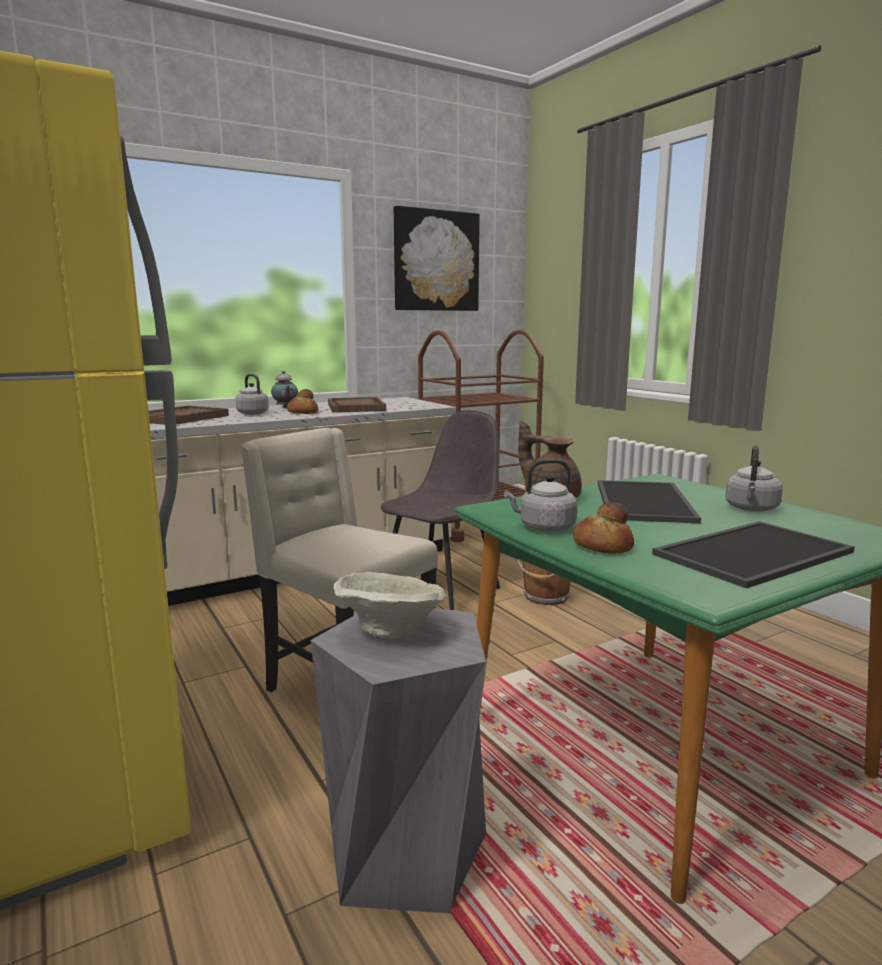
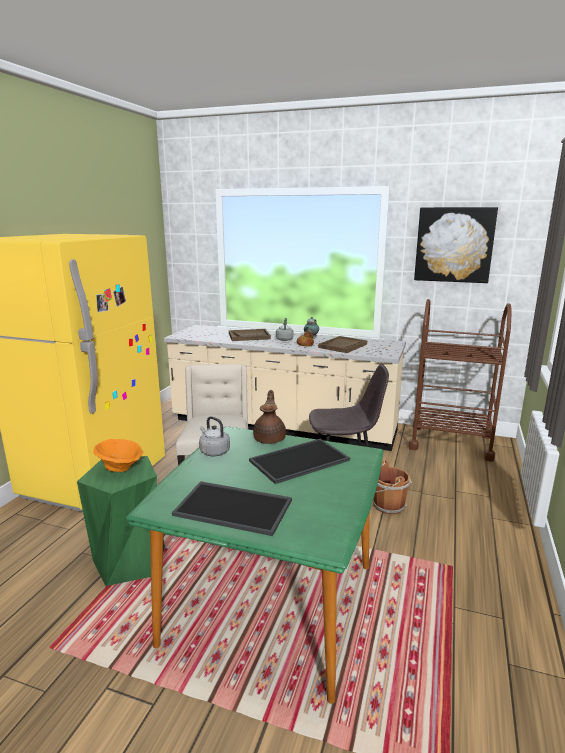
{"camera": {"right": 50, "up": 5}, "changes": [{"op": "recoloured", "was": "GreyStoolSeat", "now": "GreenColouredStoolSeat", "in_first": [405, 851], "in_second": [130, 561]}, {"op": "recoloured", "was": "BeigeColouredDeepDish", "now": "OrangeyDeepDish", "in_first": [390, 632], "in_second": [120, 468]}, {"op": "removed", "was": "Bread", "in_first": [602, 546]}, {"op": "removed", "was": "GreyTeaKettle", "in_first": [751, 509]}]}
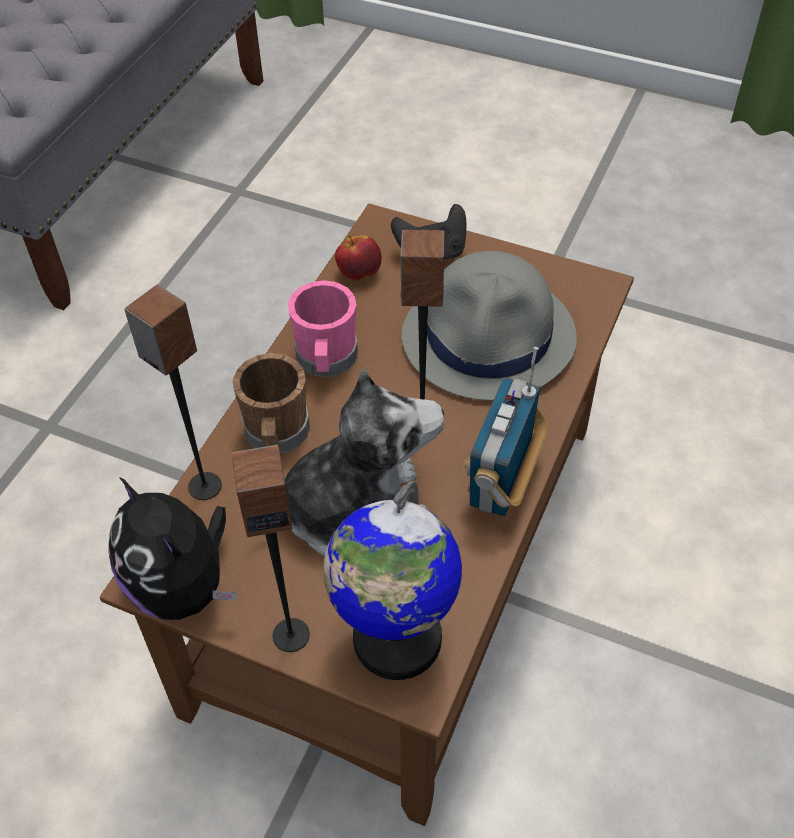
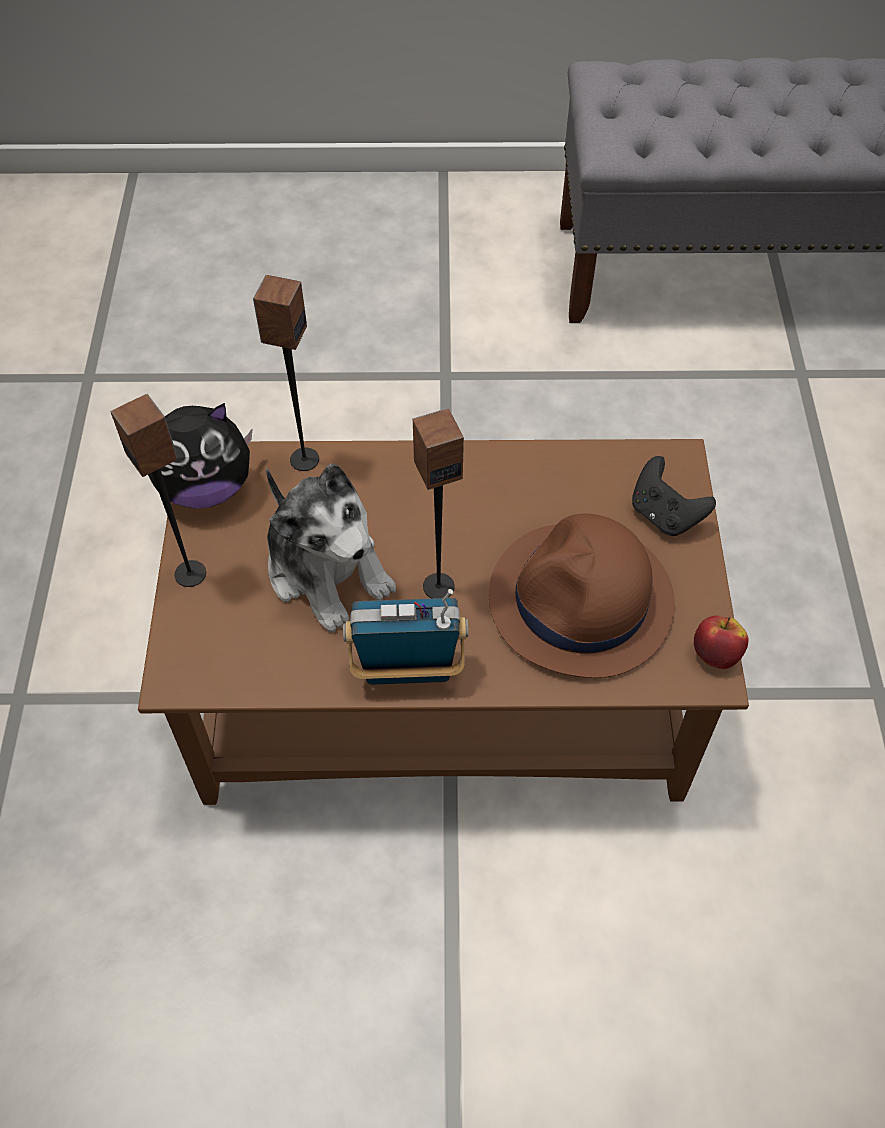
{"camera": {"right": 65, "up": 5}, "changes": [{"op": "turned", "was": "SoftToy", "in_first": [183, 586], "in_second": [206, 487], "clockwise": -135}, {"op": "recoloured", "was": "GreyHat", "now": "BrownColouredHat", "in_first": [490, 337], "in_second": [581, 601]}, {"op": "moved", "was": "Apple", "in_first": [359, 274], "in_second": [715, 654]}, {"op": "removed", "was": "BrownColouredTeaMug", "in_first": [276, 436]}, {"op": "removed", "was": "PinkTeaMug", "in_first": [326, 361]}, {"op": "removed", "was": "WorldGlobe", "in_first": [396, 639]}]}
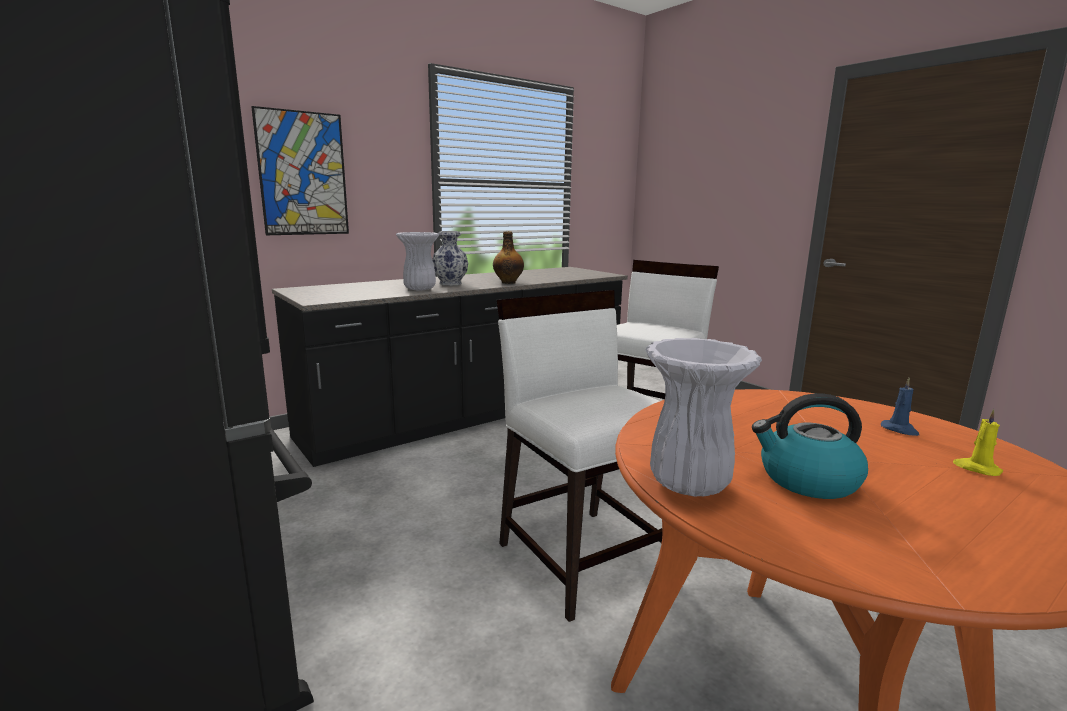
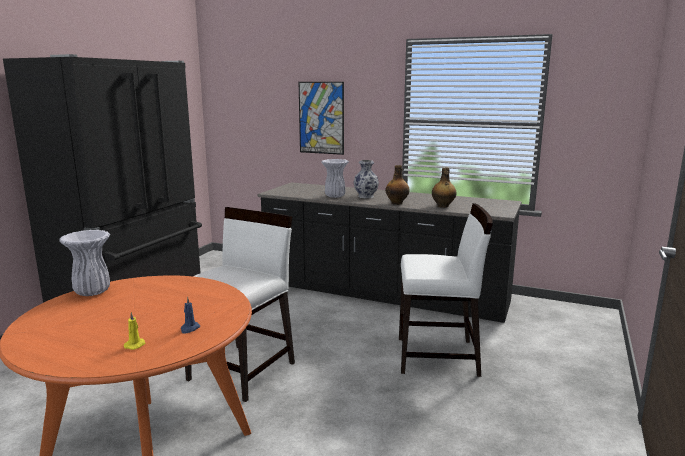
{"camera": {"right": 60, "up": 0}, "changes": [{"op": "added", "now": "DrinkBottle", "in_second": [443, 206]}, {"op": "removed", "was": "TeaKettle", "in_first": [807, 480]}]}
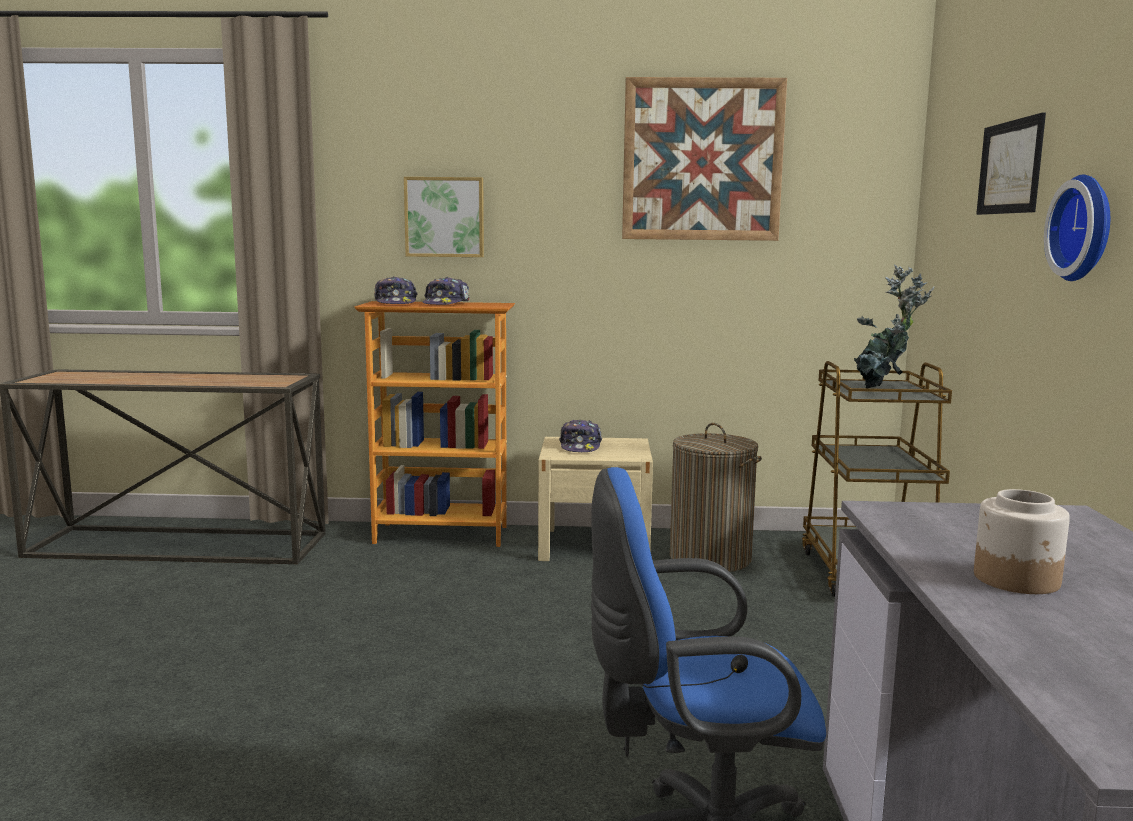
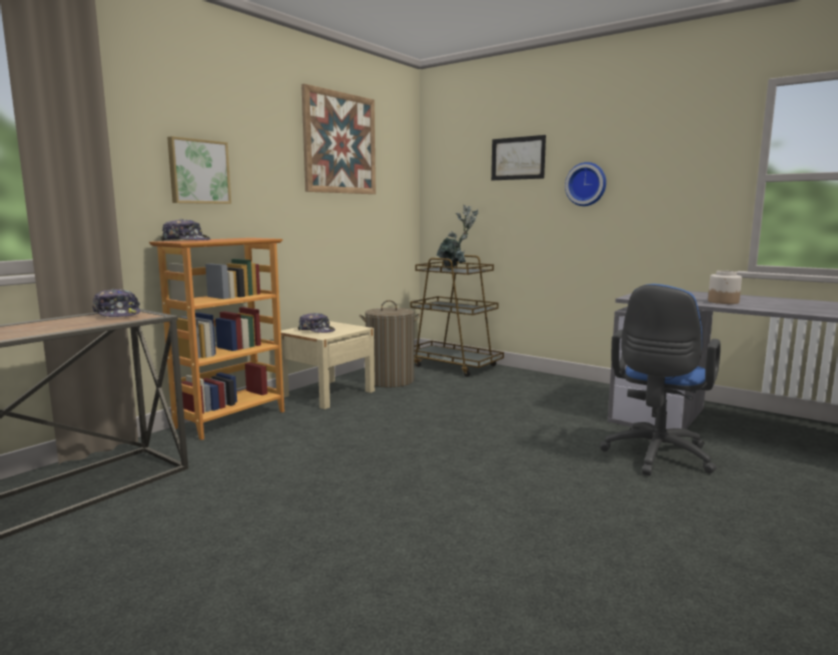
{"camera": {"right": -55, "up": 0}, "changes": [{"op": "moved", "was": "Cap", "in_first": [446, 304], "in_second": [117, 314]}]}
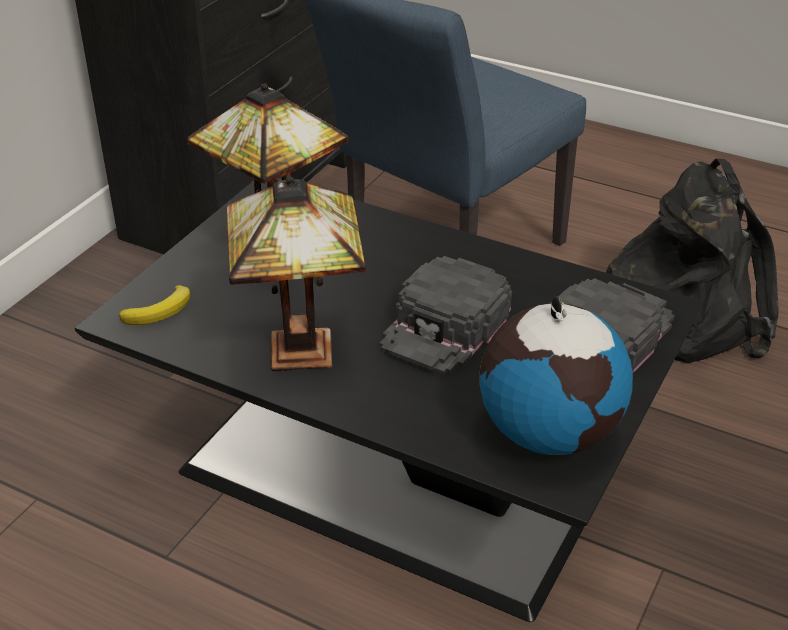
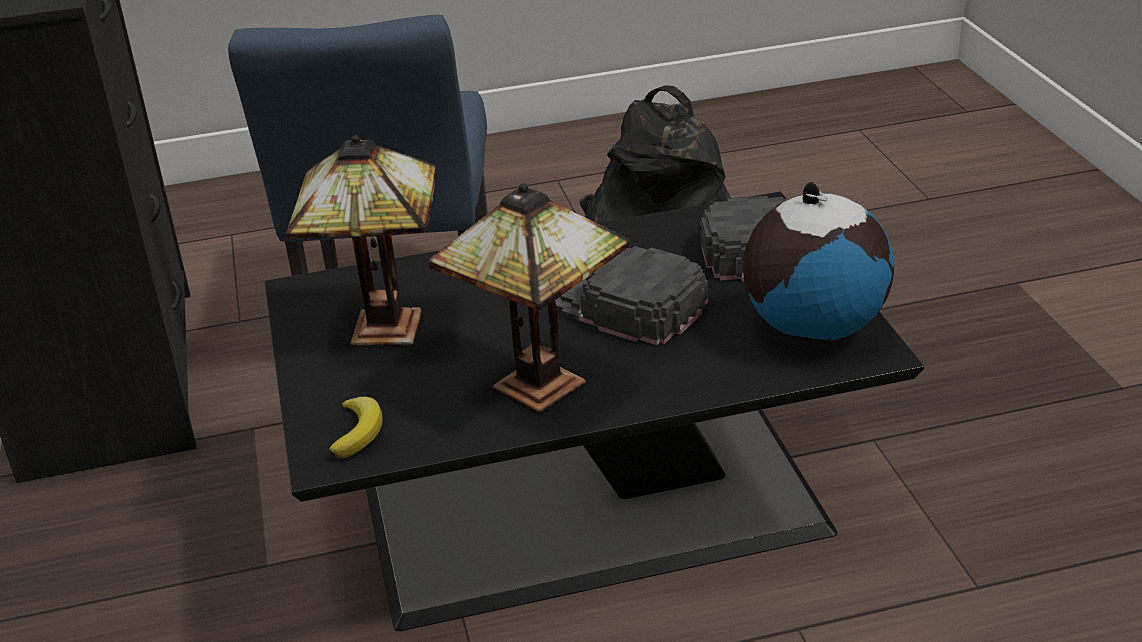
{"camera": {"right": -40, "up": -5}, "changes": [{"op": "turned", "was": "BlackishCap", "in_first": [445, 327], "in_second": [627, 305], "clockwise": 135}]}
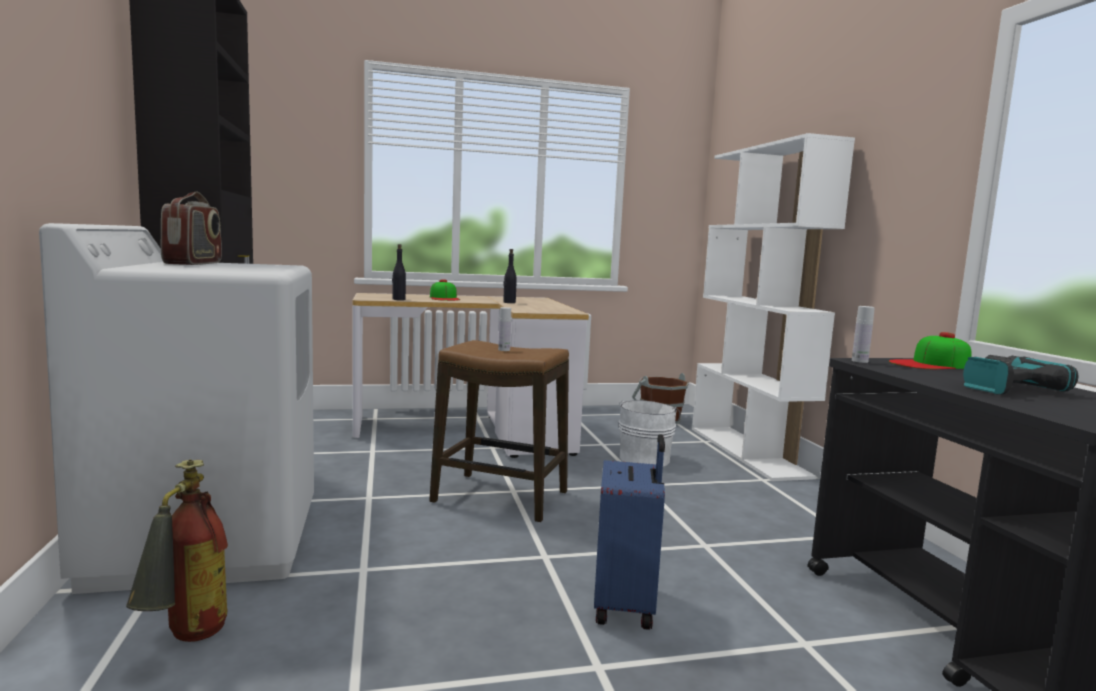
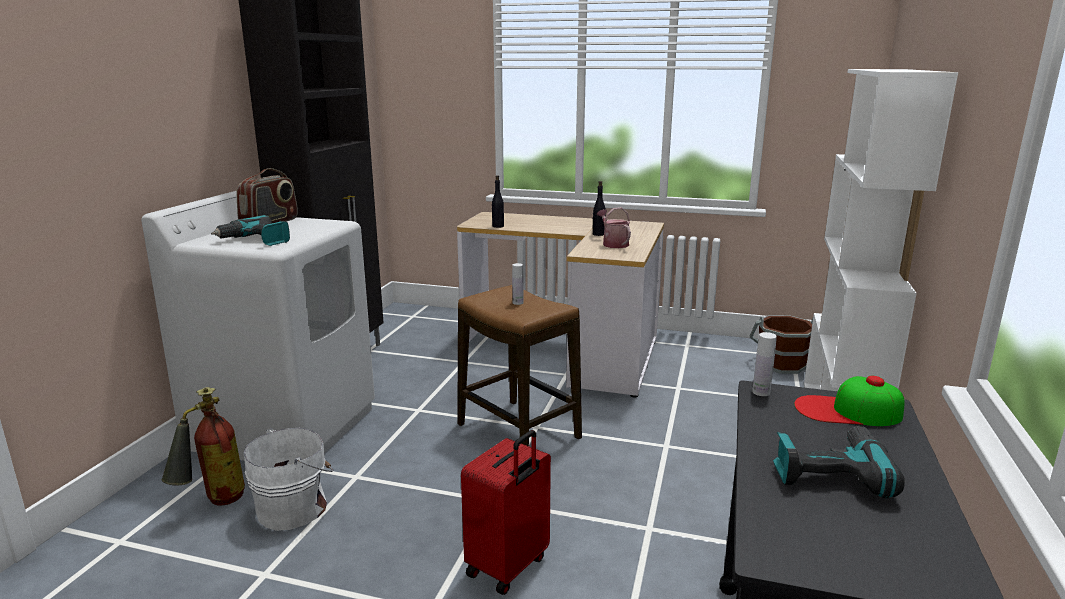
{"camera": {"right": 30, "up": 10}, "changes": [{"op": "added", "now": "Drill", "in_second": [255, 241]}, {"op": "moved", "was": "WhitishBucket", "in_first": [645, 458], "in_second": [295, 507]}, {"op": "recoloured", "was": "BlueTravelCase", "now": "ReddishTravelCase", "in_first": [626, 605], "in_second": [509, 567]}, {"op": "added", "now": "WateringPot", "in_second": [613, 244]}, {"op": "removed", "was": "Cap", "in_first": [444, 298]}]}
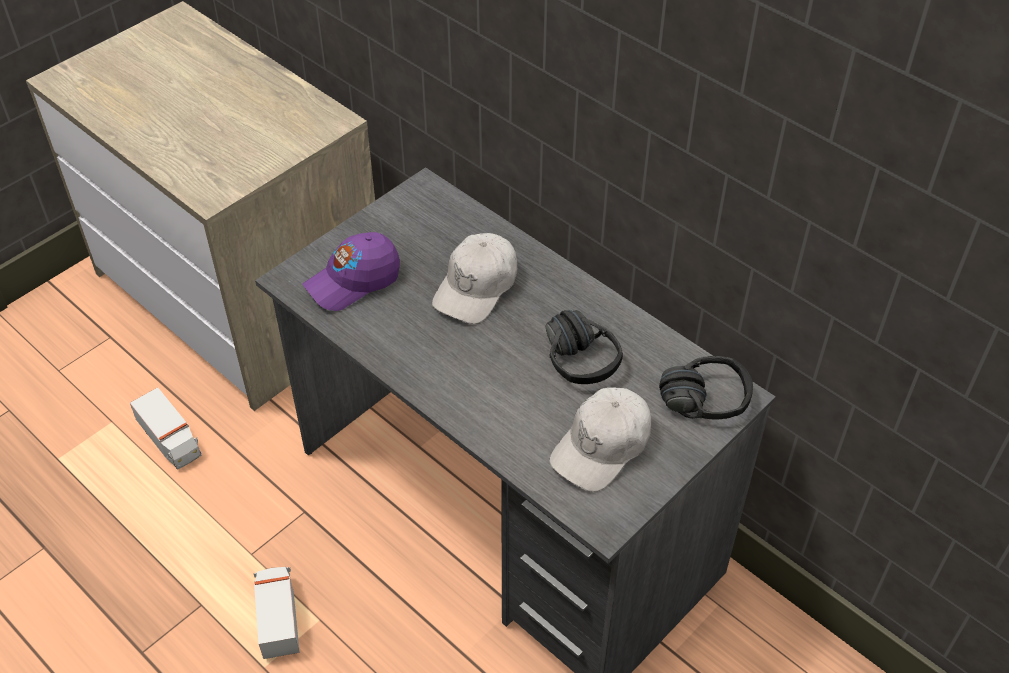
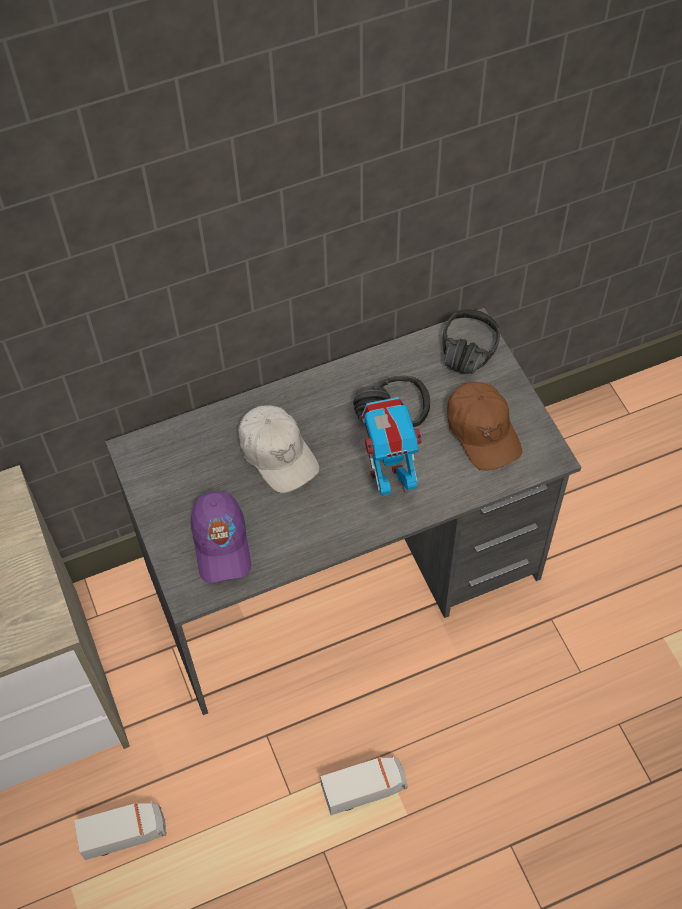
{"camera": {"right": -65, "up": 10}, "changes": [{"op": "turned", "was": "ModelTruck", "in_first": [278, 617], "in_second": [365, 789], "clockwise": 150}, {"op": "added", "now": "ModelRobot", "in_second": [389, 480]}, {"op": "recoloured", "was": "WhitishCap", "now": "BrownColouredCap", "in_first": [602, 447], "in_second": [482, 431]}]}
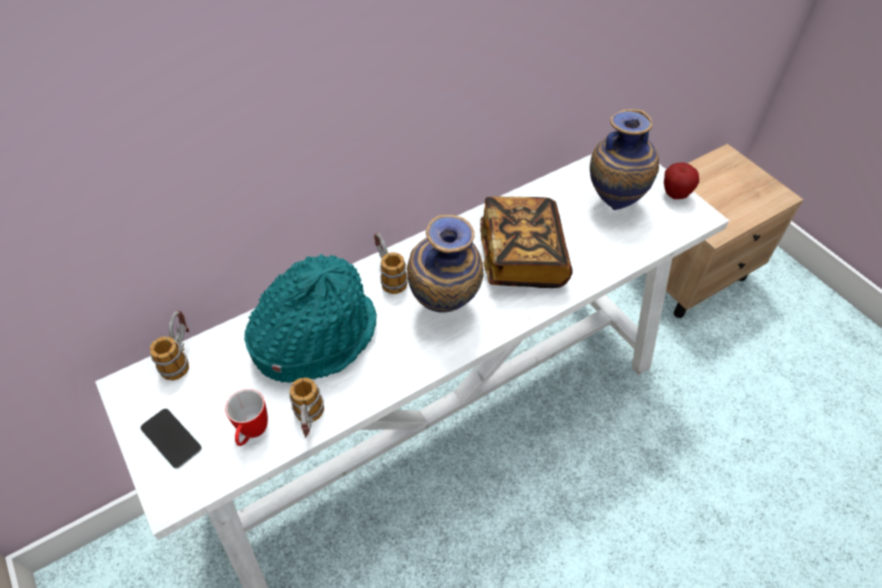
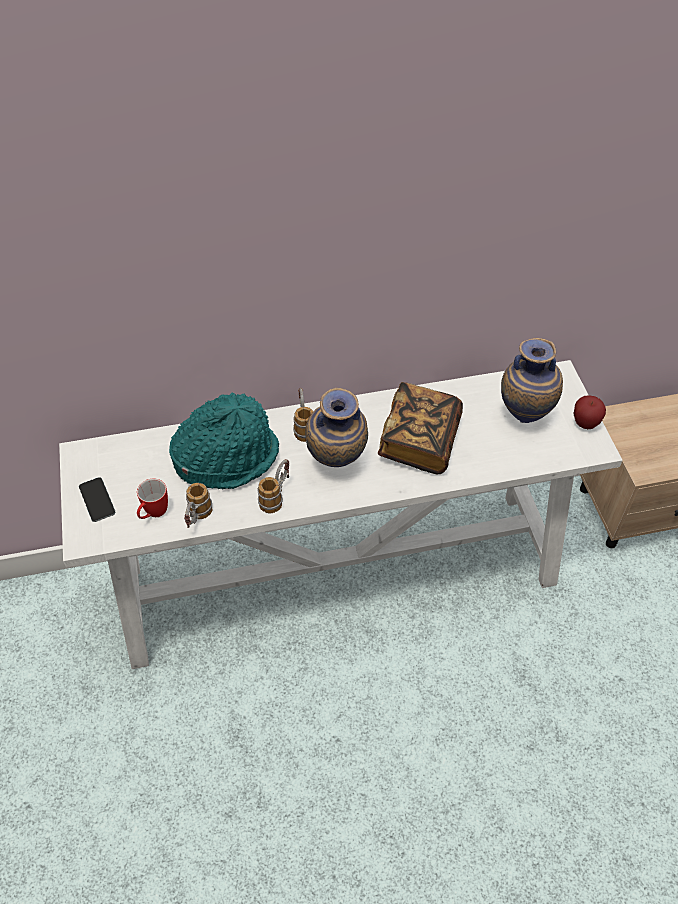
{"camera": {"right": 20, "up": 0}, "changes": [{"op": "moved", "was": "TeaMug", "in_first": [180, 357], "in_second": [276, 496]}]}
